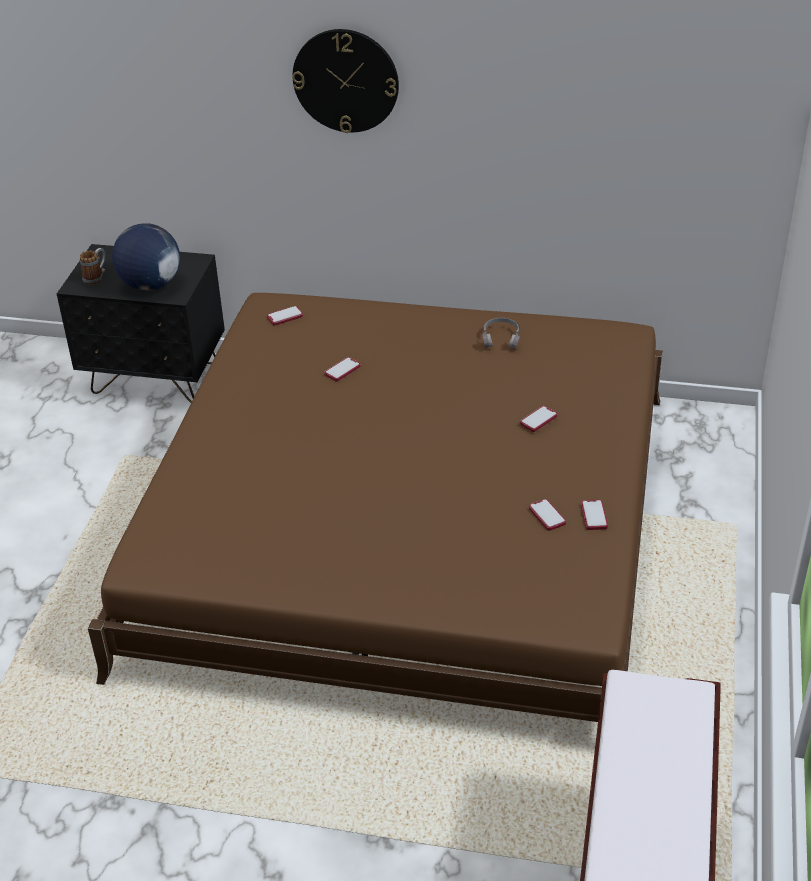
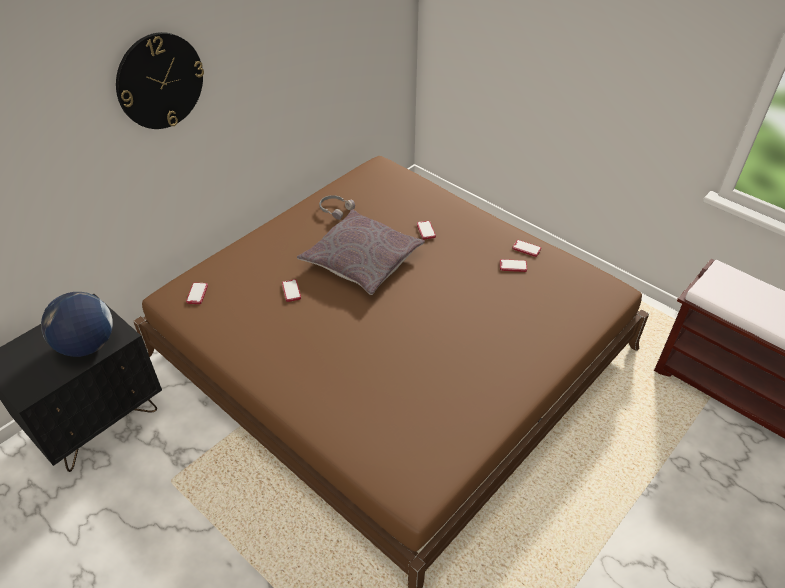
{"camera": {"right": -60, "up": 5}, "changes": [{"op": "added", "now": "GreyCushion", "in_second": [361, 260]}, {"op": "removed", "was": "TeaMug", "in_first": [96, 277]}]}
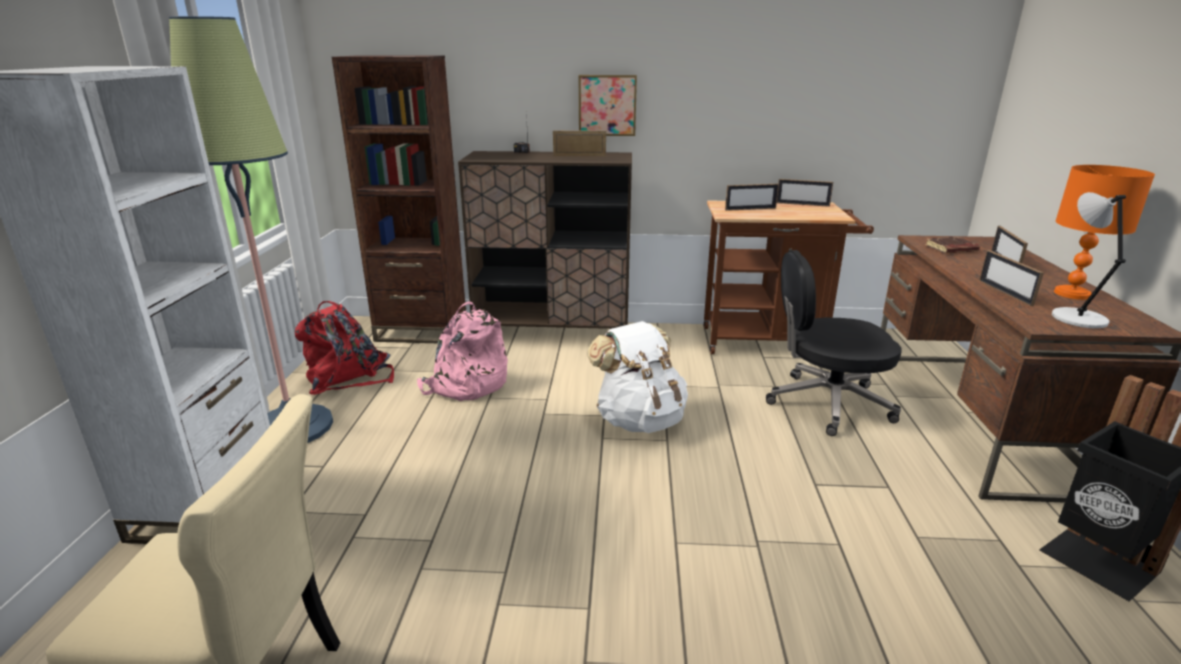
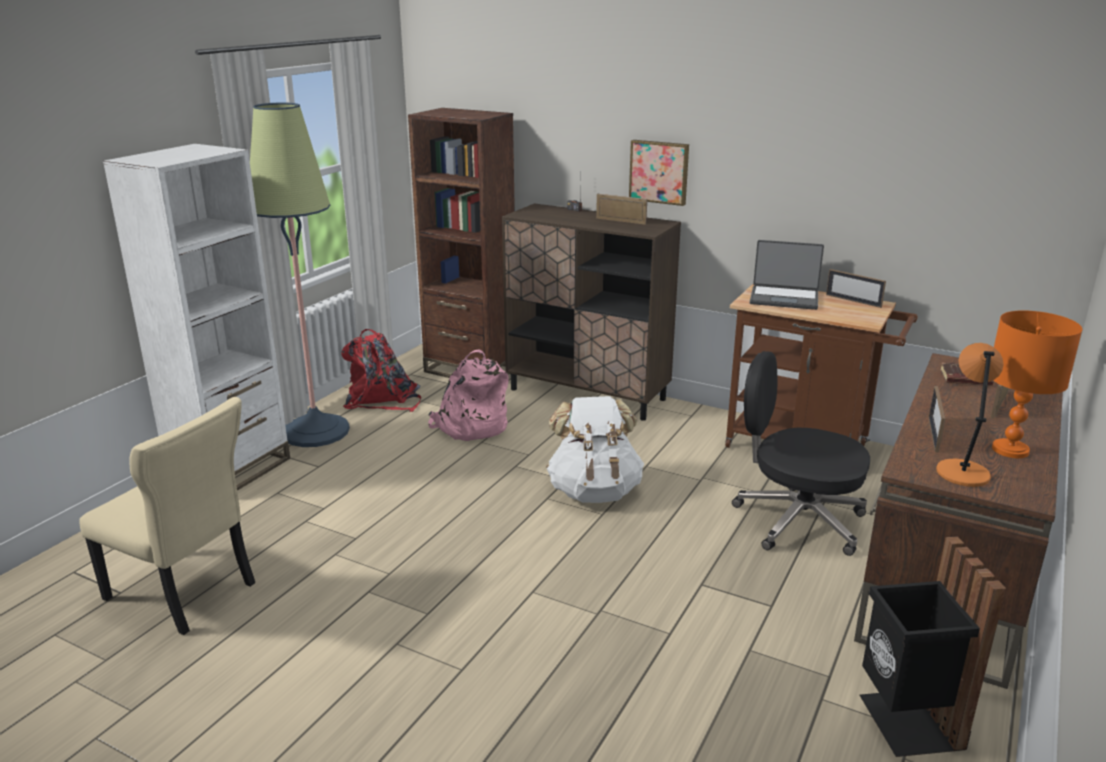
{"camera": {"right": 25, "up": 0}, "changes": [{"op": "replaced", "was": "StandingFrame", "now": "PortableComputer", "in_first": [750, 209], "in_second": [784, 298]}, {"op": "recoloured", "was": "GreyTableLamp", "now": "OrangeyTableLamp", "in_first": [1076, 318], "in_second": [962, 472]}]}
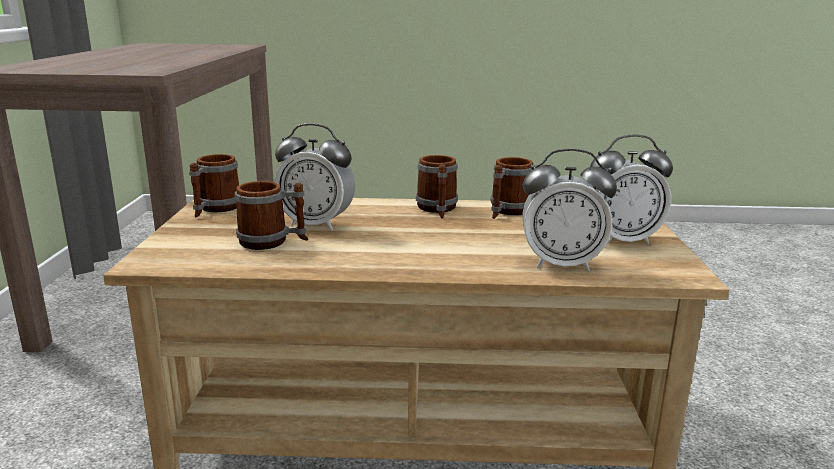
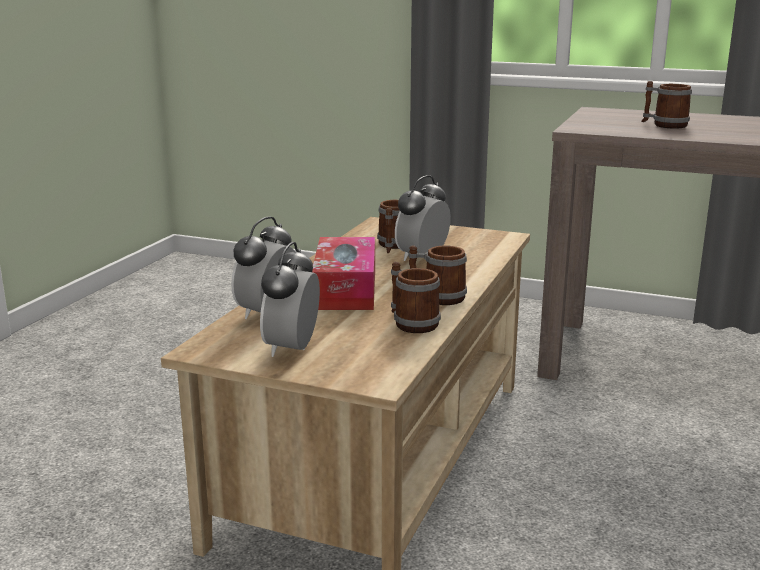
{"camera": {"right": 110, "up": 0}, "changes": [{"op": "added", "now": "TissueHolder", "in_second": [345, 289]}, {"op": "moved", "was": "TeaMug", "in_first": [215, 209], "in_second": [664, 125]}]}
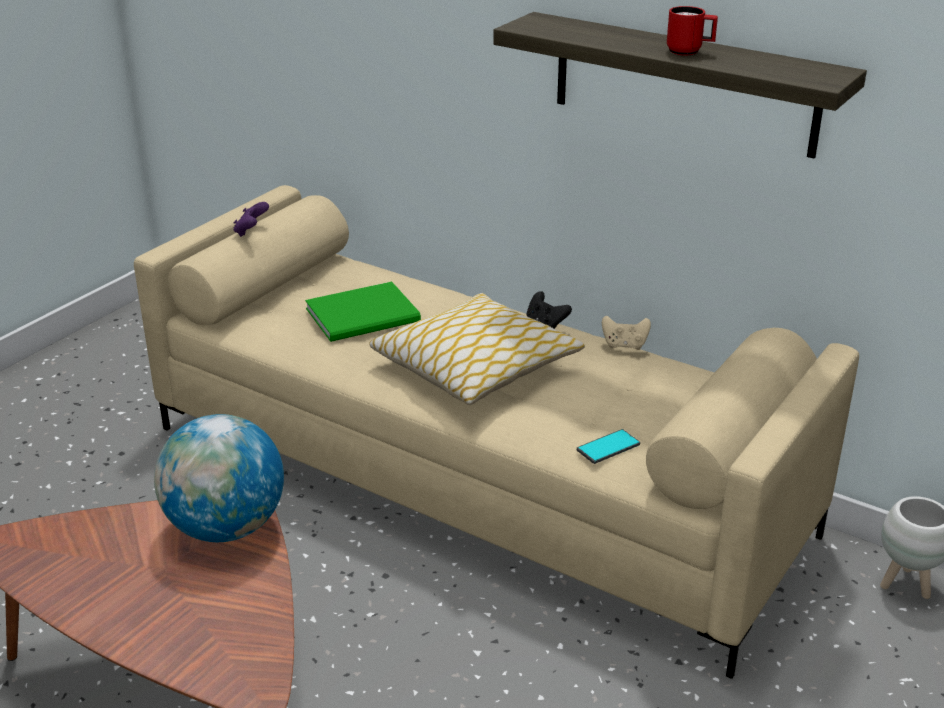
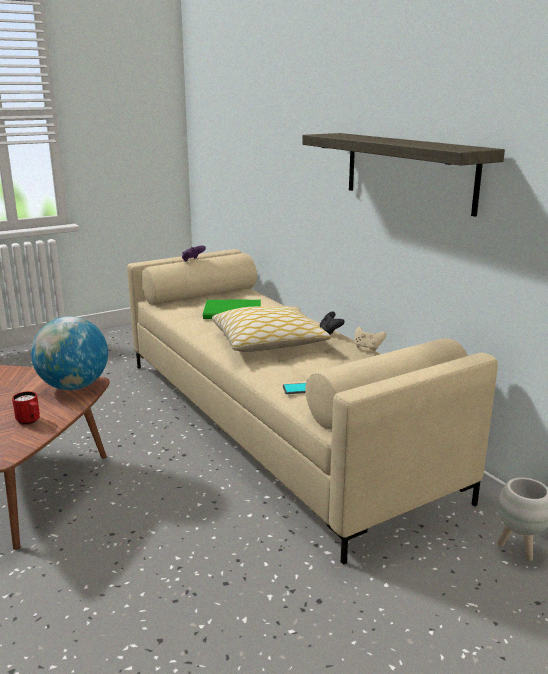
{"camera": {"right": 25, "up": -10}, "changes": [{"op": "moved", "was": "ReddishTeaMug", "in_first": [689, 52], "in_second": [30, 421]}]}
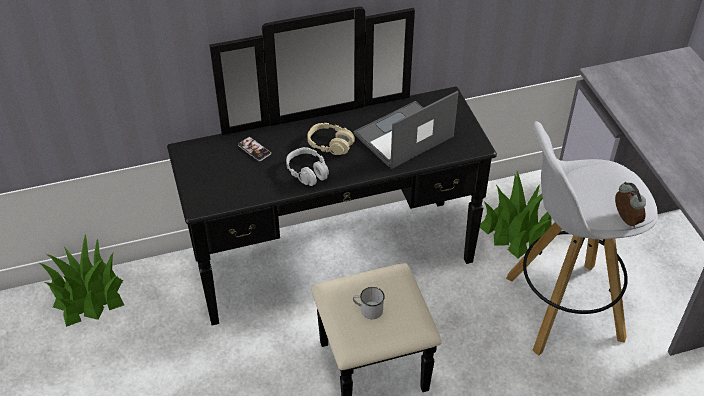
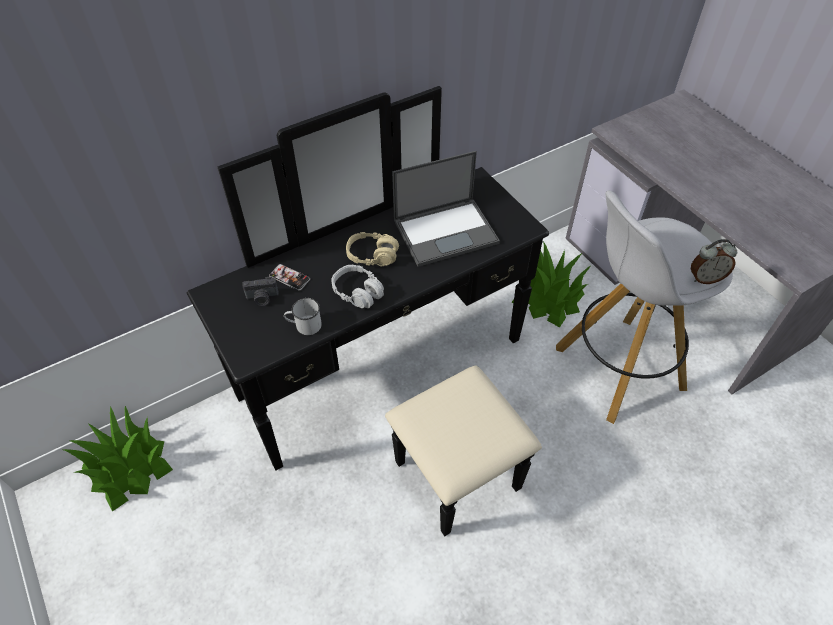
{"camera": {"right": -15, "up": 5}, "changes": [{"op": "added", "now": "PhotoCamera", "in_second": [262, 298]}, {"op": "moved", "was": "WhitishTeaMug", "in_first": [368, 310], "in_second": [304, 325]}, {"op": "turned", "was": "PortableComputer", "in_first": [403, 136], "in_second": [446, 231], "clockwise": -150}, {"op": "turned", "was": "AlarmClock", "in_first": [624, 220], "in_second": [705, 278], "clockwise": 120}]}
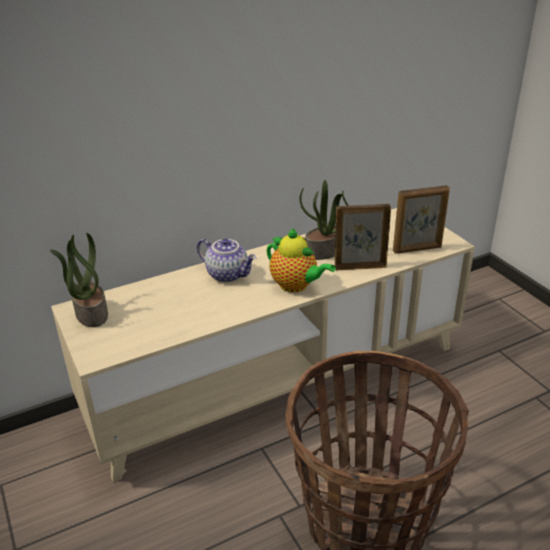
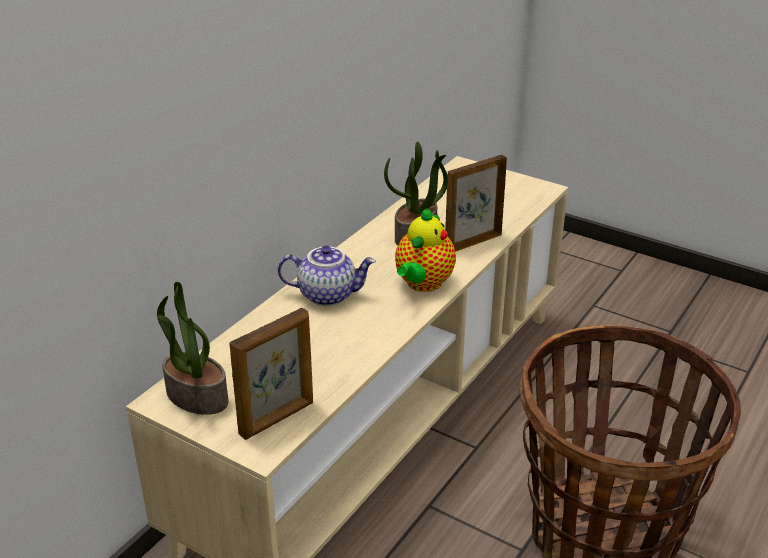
{"camera": {"right": -30, "up": 0}, "changes": [{"op": "moved", "was": "StandingFrame", "in_first": [417, 249], "in_second": [278, 419]}, {"op": "turned", "was": "TeaPot", "in_first": [296, 286], "in_second": [422, 284], "clockwise": 105}]}
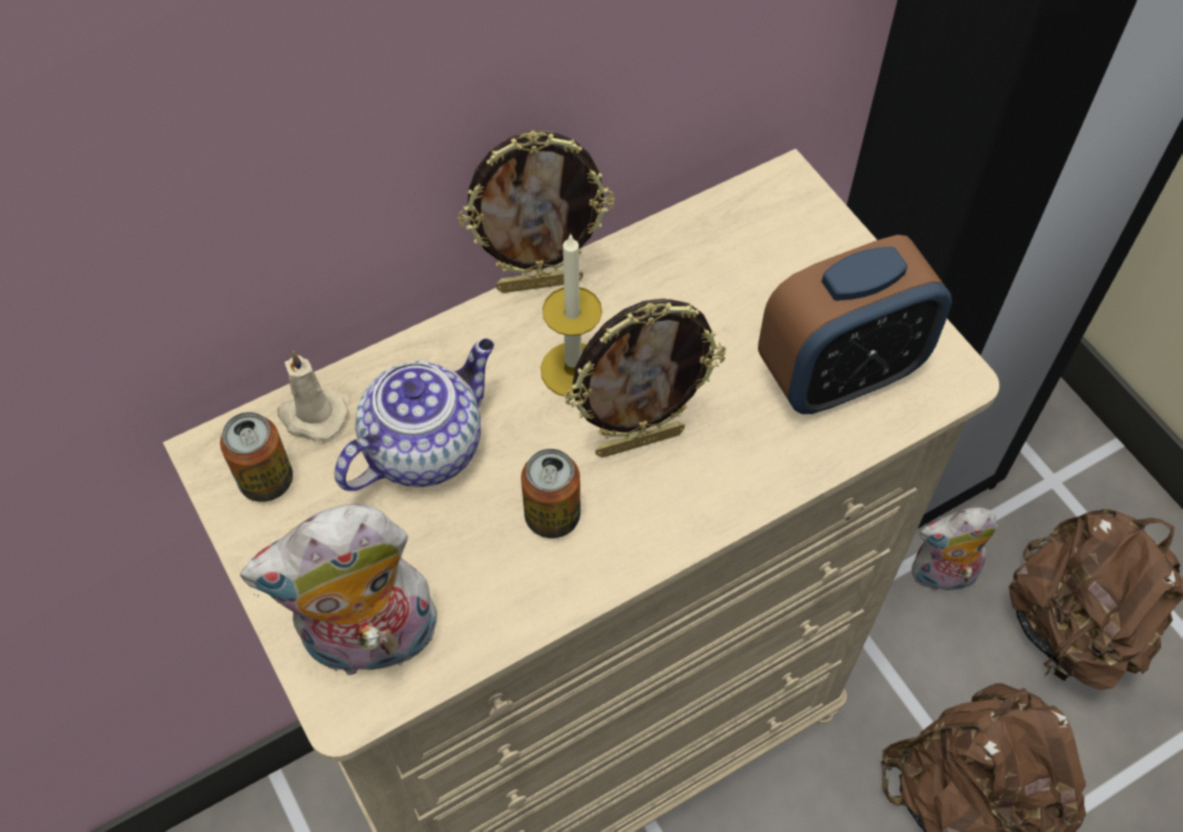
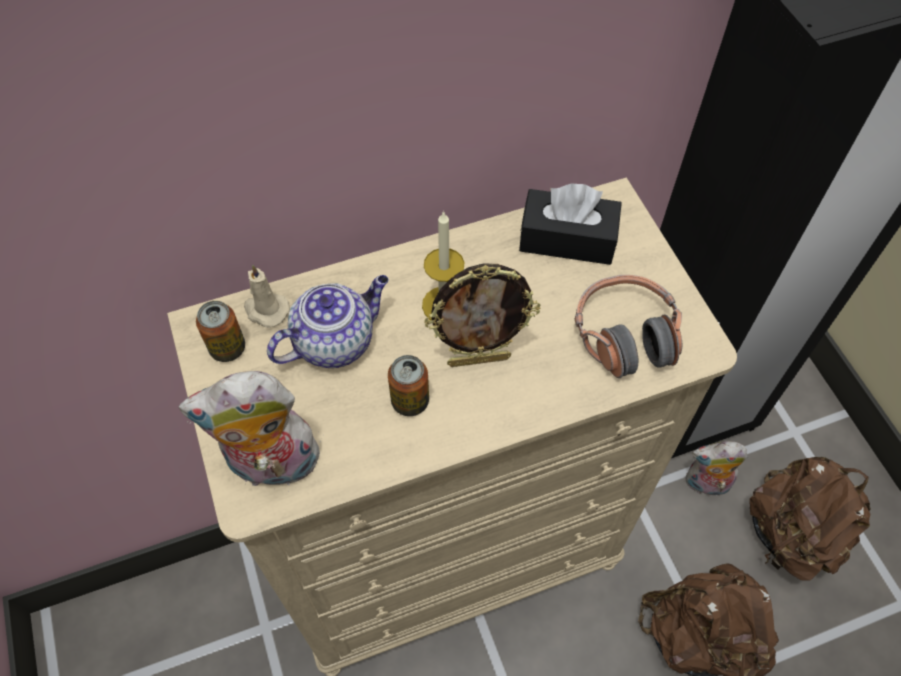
{"camera": {"right": 10, "up": 0}, "changes": [{"op": "added", "now": "BlackishTissueHolder", "in_second": [567, 239]}, {"op": "replaced", "was": "AlarmClock", "now": "Headphones", "in_first": [839, 374], "in_second": [625, 335]}, {"op": "removed", "was": "StandingFrame", "in_first": [540, 282]}]}
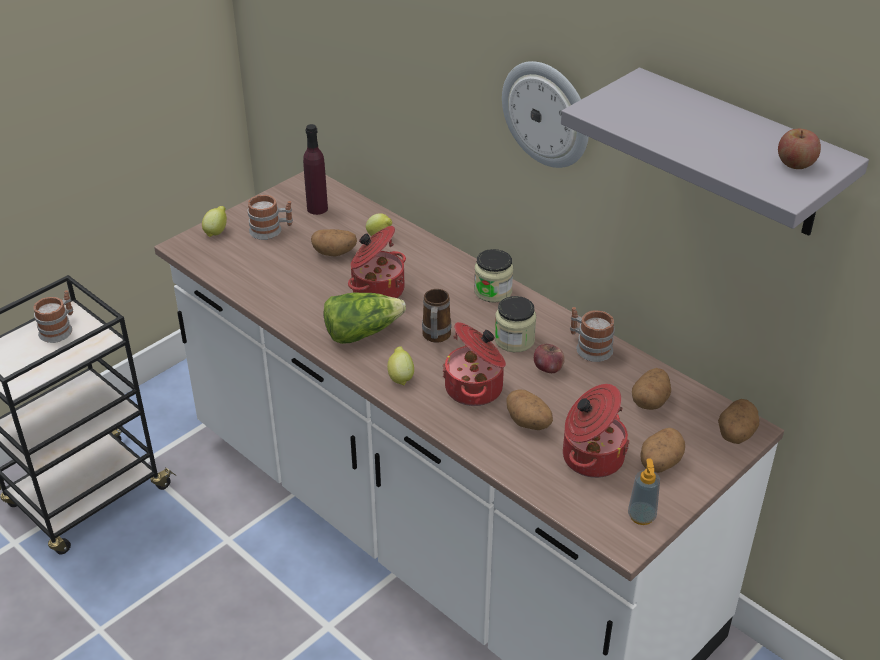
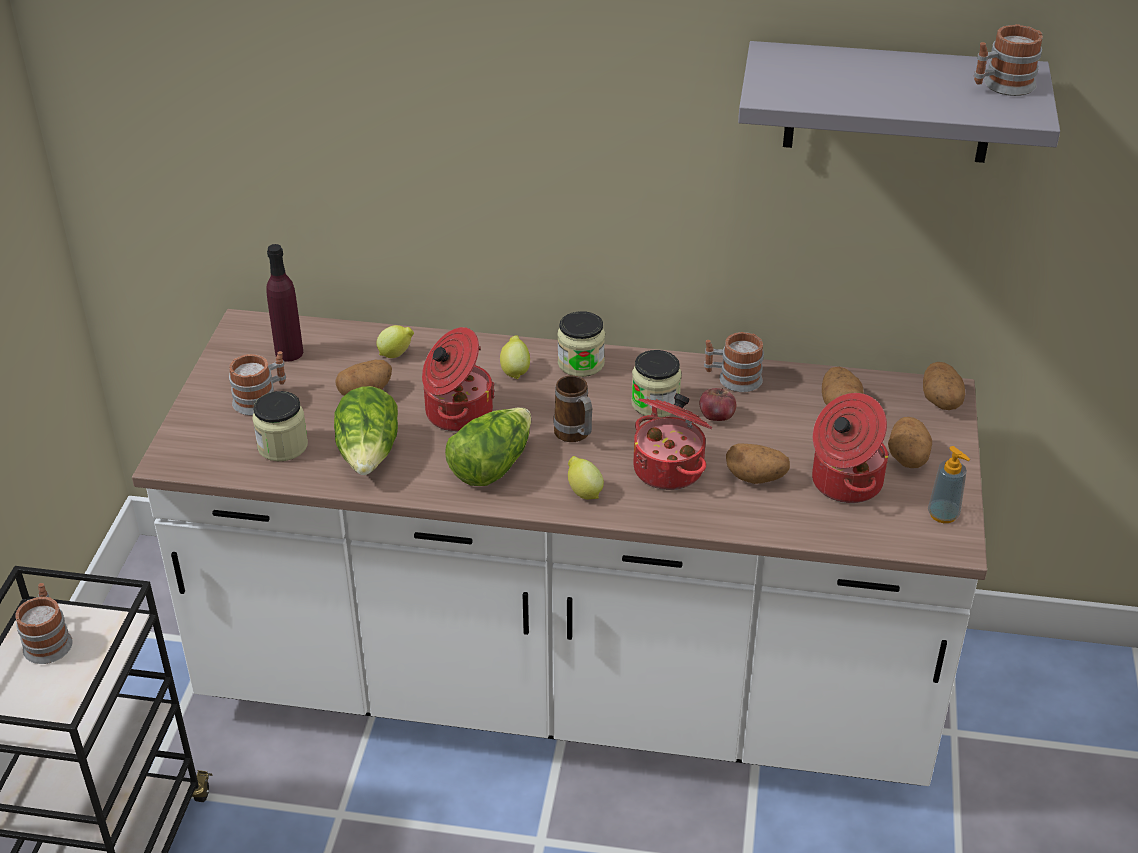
{"camera": {"right": -35, "up": 0}, "changes": [{"op": "added", "now": "Jar", "in_second": [282, 446]}, {"op": "added", "now": "LettuceHead", "in_second": [369, 454]}, {"op": "moved", "was": "CitrusFruit", "in_first": [216, 232], "in_second": [515, 371]}, {"op": "replaced", "was": "Apple", "now": "TeaMug", "in_first": [795, 164], "in_second": [1001, 86]}, {"op": "removed", "was": "ClockOnTheWall", "in_first": [547, 113]}]}
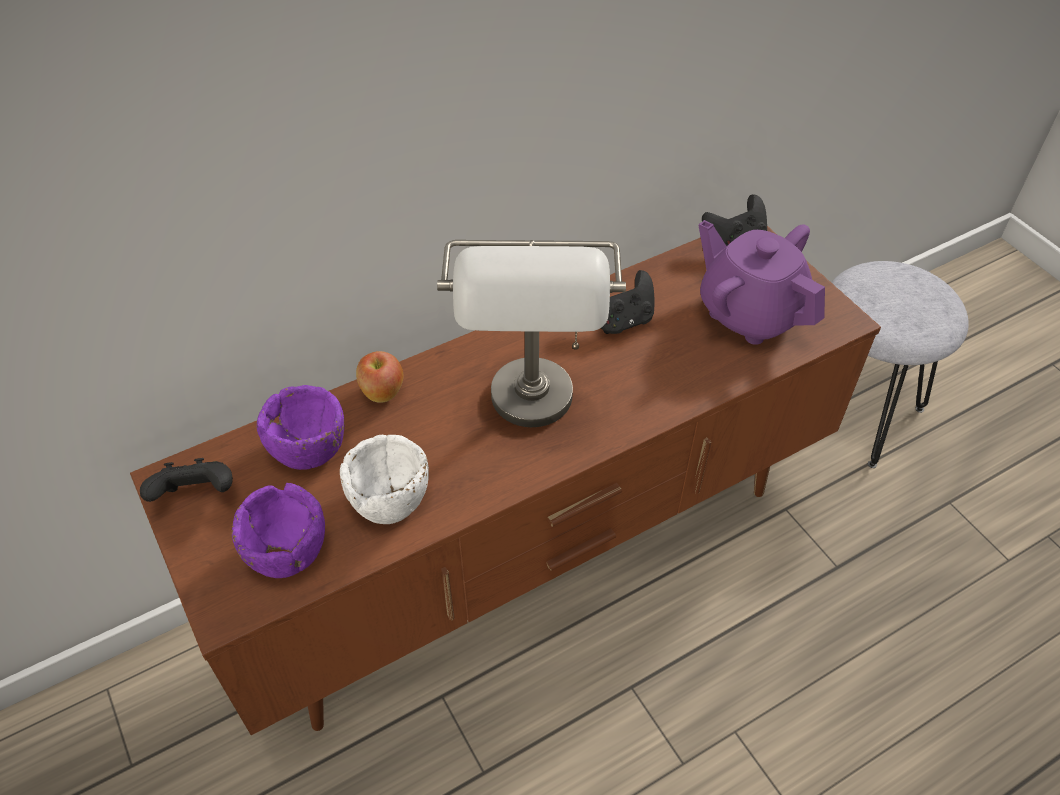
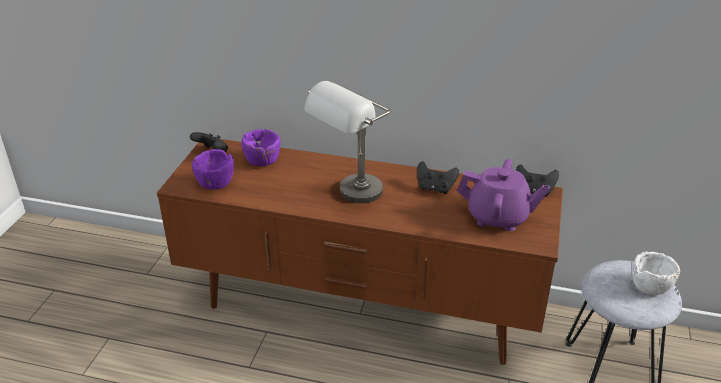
{"camera": {"right": 45, "up": -15}, "changes": [{"op": "turned", "was": "PurpleTeaPot", "in_first": [750, 313], "in_second": [498, 217], "clockwise": 105}, {"op": "moved", "was": "WhitishDeepDish", "in_first": [390, 500], "in_second": [650, 286]}, {"op": "removed", "was": "Apple", "in_first": [382, 392]}]}
